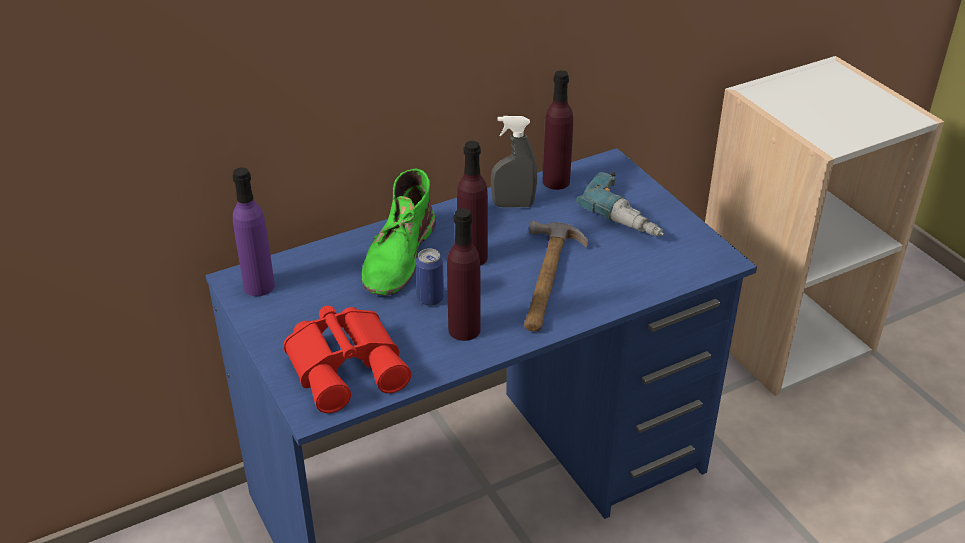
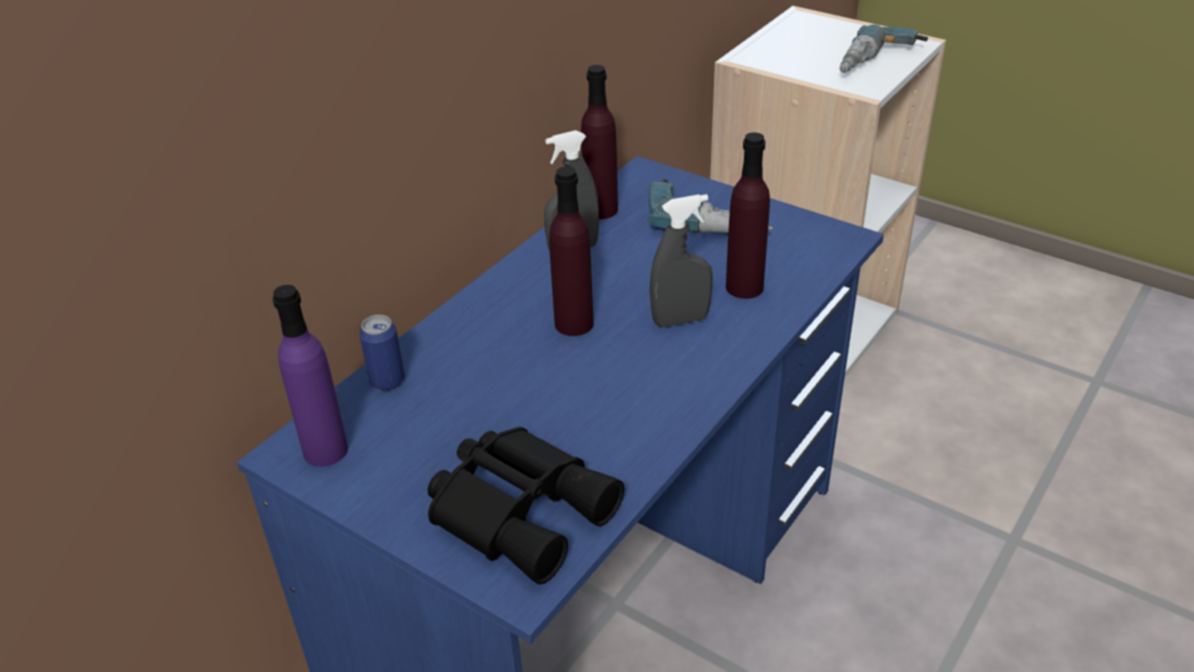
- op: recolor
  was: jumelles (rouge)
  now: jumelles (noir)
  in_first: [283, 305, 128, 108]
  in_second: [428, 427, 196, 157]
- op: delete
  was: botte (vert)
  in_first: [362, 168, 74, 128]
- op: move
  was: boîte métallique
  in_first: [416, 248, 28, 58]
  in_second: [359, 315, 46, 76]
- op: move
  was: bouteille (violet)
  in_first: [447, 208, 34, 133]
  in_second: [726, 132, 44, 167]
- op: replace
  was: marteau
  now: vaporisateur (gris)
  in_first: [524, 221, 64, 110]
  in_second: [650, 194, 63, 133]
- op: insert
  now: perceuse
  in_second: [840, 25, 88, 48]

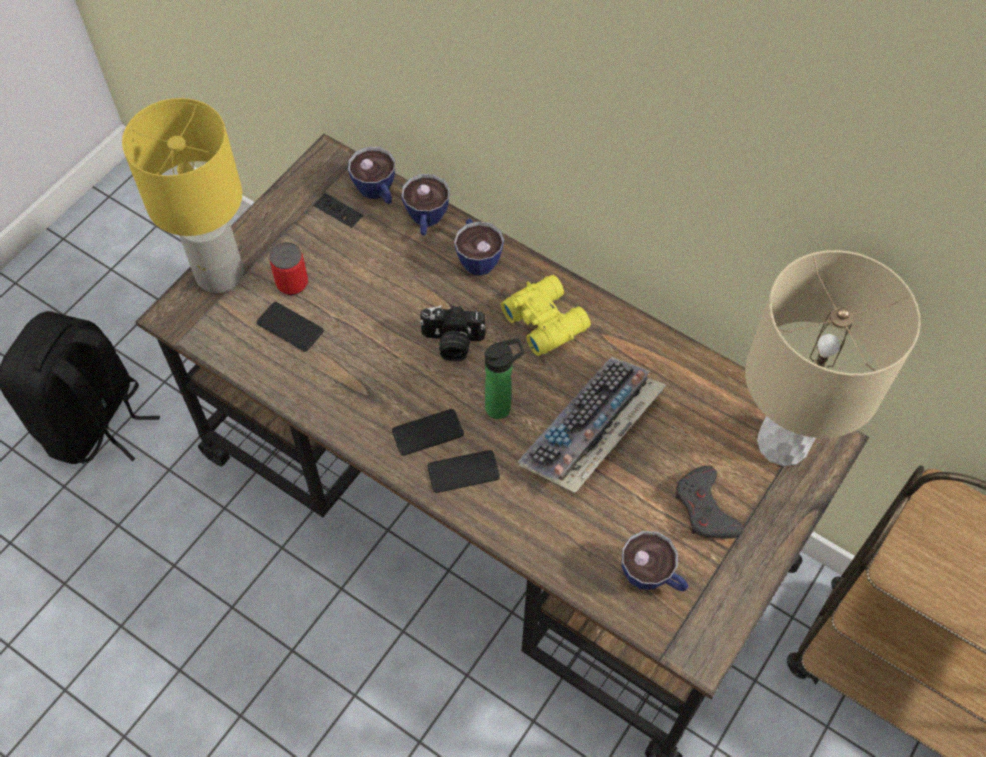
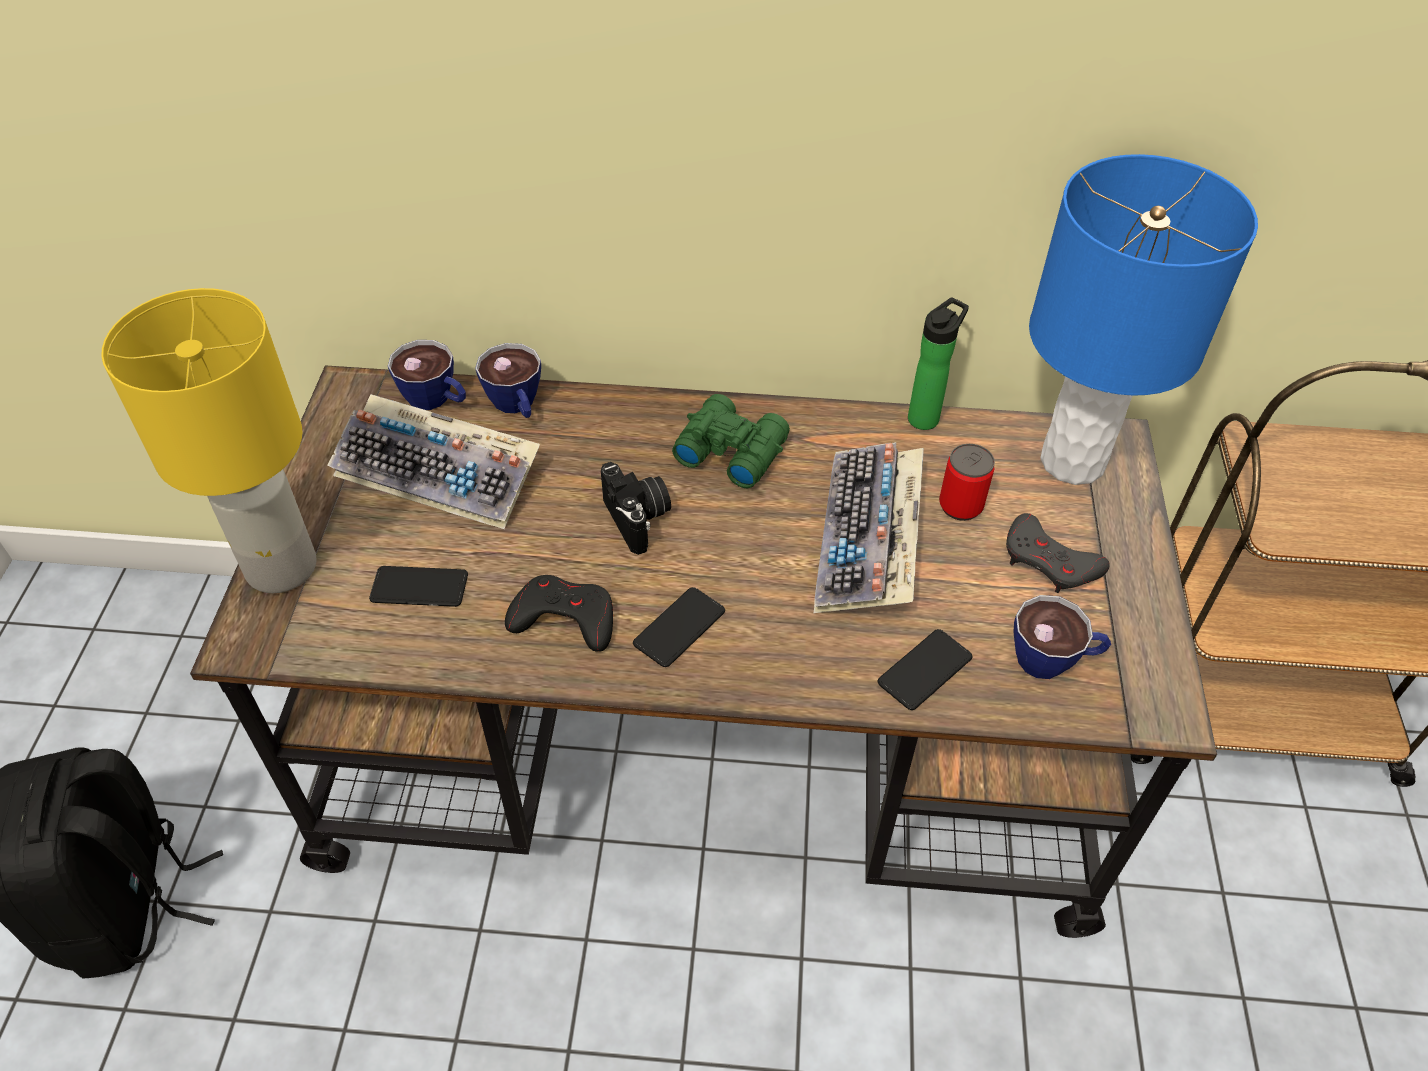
- op: move
  was: boîte métallique
  in_first: [270, 242, 38, 53]
  in_second: [939, 444, 56, 77]
- op: rotate
  was: appareil photo
  in_first: [419, 305, 67, 57]
  in_second: [601, 462, 70, 93]
  clockwise: -90
- op: move
  was: téléphone
  in_first: [427, 450, 73, 43]
  in_second: [878, 629, 95, 81]
- op: delete
  was: tasse
  in_first: [454, 218, 50, 58]
- op: move
  was: bouteille
  in_first: [485, 338, 39, 81]
  in_second: [908, 297, 61, 133]
- op: recolor
  was: jumelles (jaune)
  now: jumelles (vert)
  in_first: [501, 275, 90, 81]
  in_second: [672, 394, 118, 94]
- op: recolor
  was: lampe de table (beige)
  now: lampe de table (bleu)
  in_first: [745, 250, 176, 216]
  in_second: [1029, 154, 229, 331]
- op: insert
  now: clavier
  in_second: [327, 394, 213, 135]
- op: insert
  now: manette (noir)
  in_second: [505, 575, 108, 77]

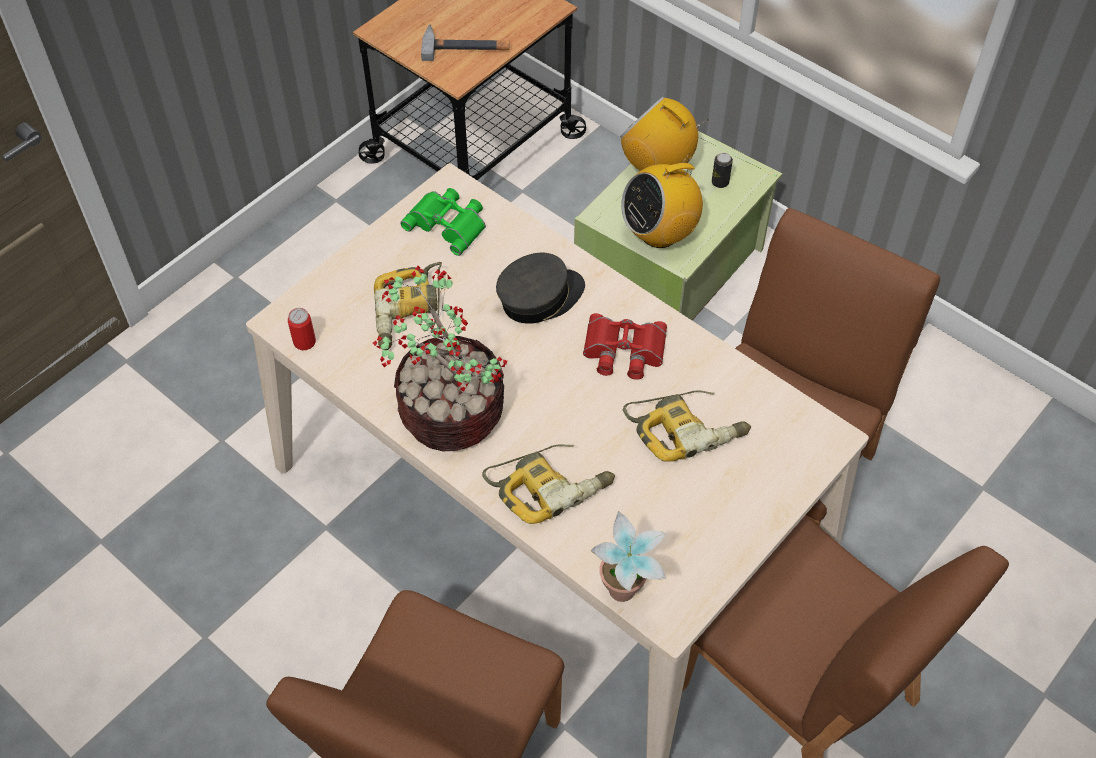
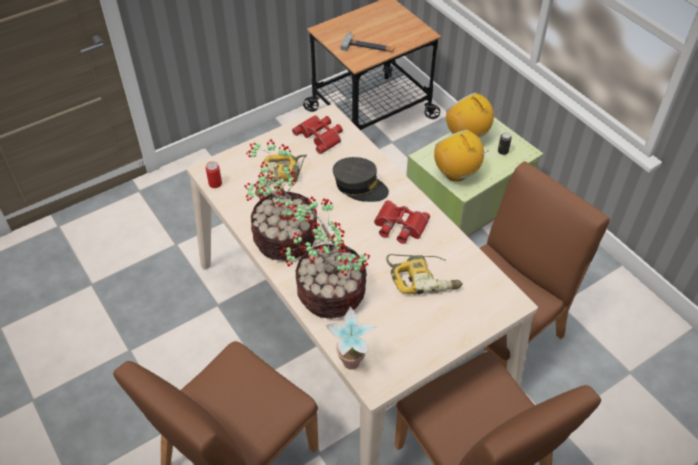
- op: recolor
  was: jumelles (vert)
  now: jumelles (rouge)
  in_first: [400, 188, 86, 68]
  in_second: [292, 115, 51, 39]
- op: replace
  was: perceuse
  now: plante en pot
  in_first: [482, 444, 133, 80]
  in_second: [280, 197, 90, 122]
- op: rotate
  was: casquette (gris)
  in_first: [496, 253, 89, 71]
  in_second: [333, 157, 56, 45]
  clockwise: 45
- op: rotate
  was: radio
  in_first: [621, 153, 82, 95]
  in_second: [434, 130, 54, 51]
  clockwise: 75

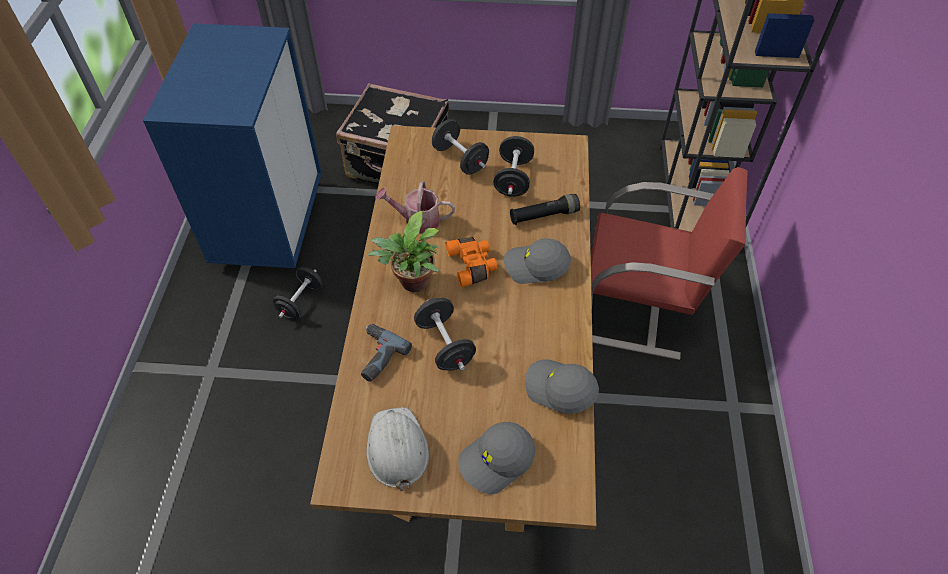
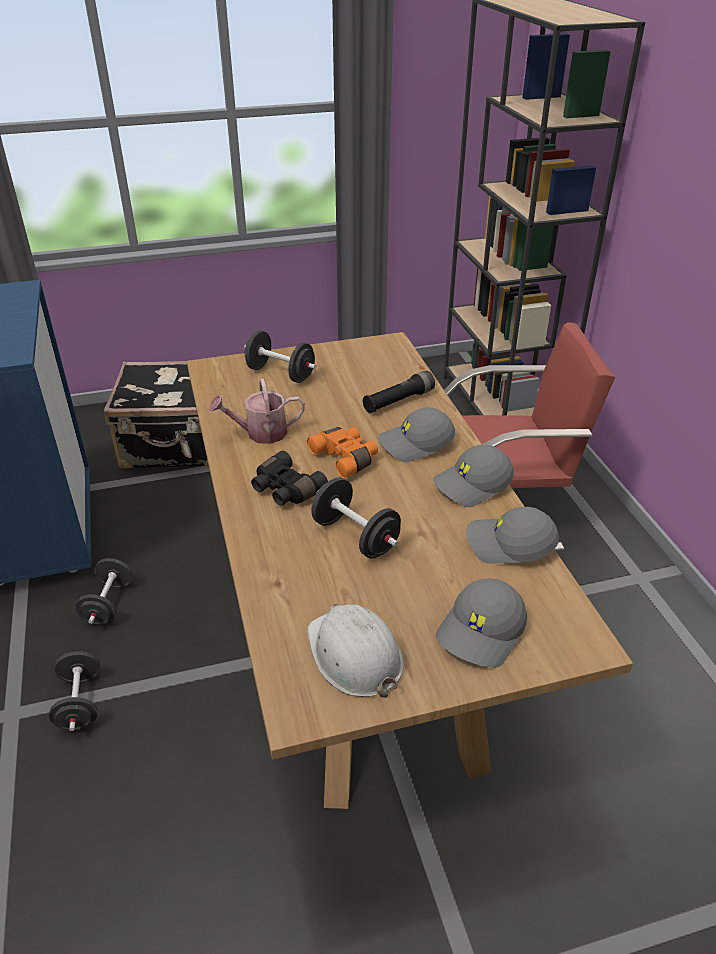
- op: delete
  was: perceuse
  in_first: [361, 324, 51, 58]
- op: replace
  was: plante en pot
  now: jumelles (noir)
  in_first: [367, 211, 72, 81]
  in_second: [251, 451, 77, 55]
- op: move
  was: haltère (noir)
  in_first: [494, 136, 40, 61]
  in_second: [49, 651, 51, 80]
- op: insert
  now: casquette (gris)
  in_second: [433, 445, 81, 62]

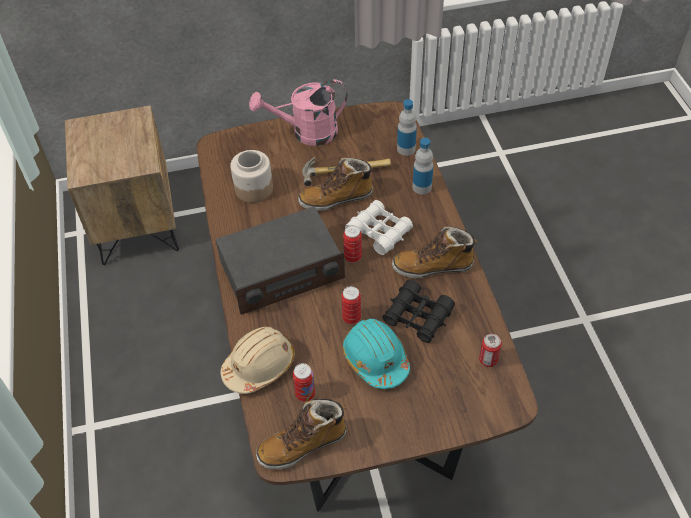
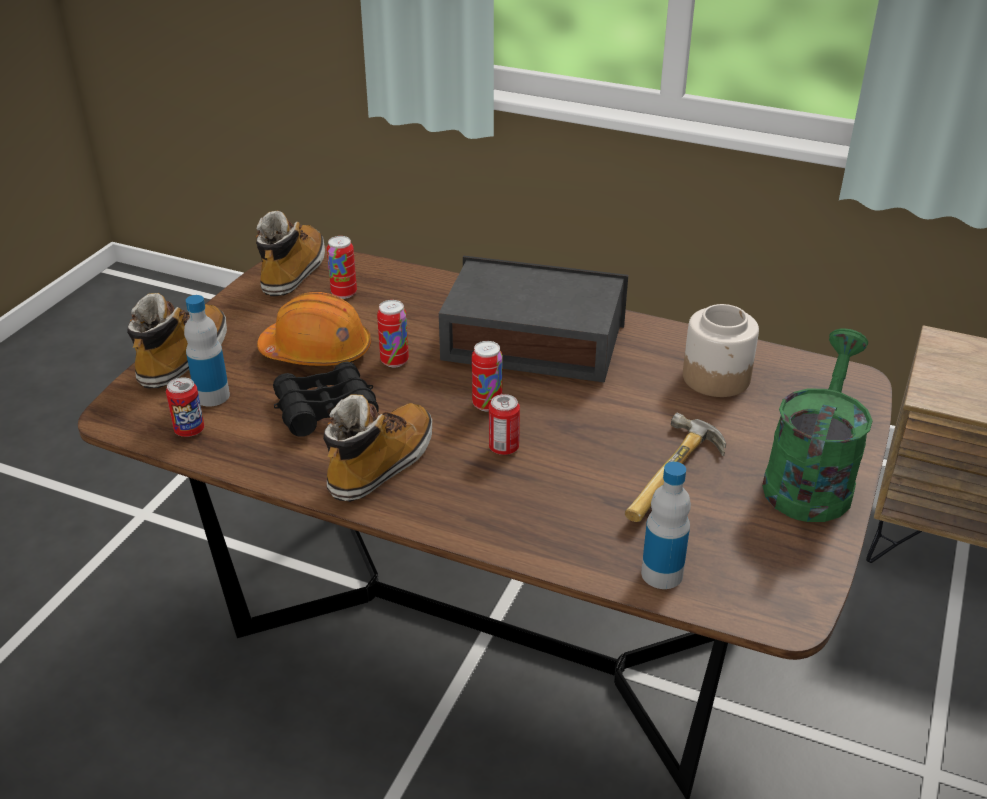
- op: rotate
  was: radio
  in_first: [216, 206, 129, 109]
  in_second: [439, 256, 189, 127]
  clockwise: 90
- op: delete
  was: casque de chantier (beige)
  in_first: [221, 327, 74, 67]
- op: recolor
  was: arrosoir (rose)
  now: arrosoir (vert)
  in_first: [249, 79, 99, 67]
  in_second: [762, 329, 111, 193]
- op: move
  was: botte
  in_first: [298, 158, 76, 53]
  in_second: [127, 293, 100, 95]
- op: recolor
  was: casque de chantier (turquoise)
  now: casque de chantier (orange)
  in_first: [342, 319, 68, 70]
  in_second: [257, 292, 114, 74]
- op: replace
  was: jumelles (blanc)
  now: boîte métallique
  in_first: [345, 200, 68, 55]
  in_second: [489, 394, 31, 61]
- op: move
  was: bouteille
  in_first: [413, 138, 20, 56]
  in_second: [184, 295, 46, 112]

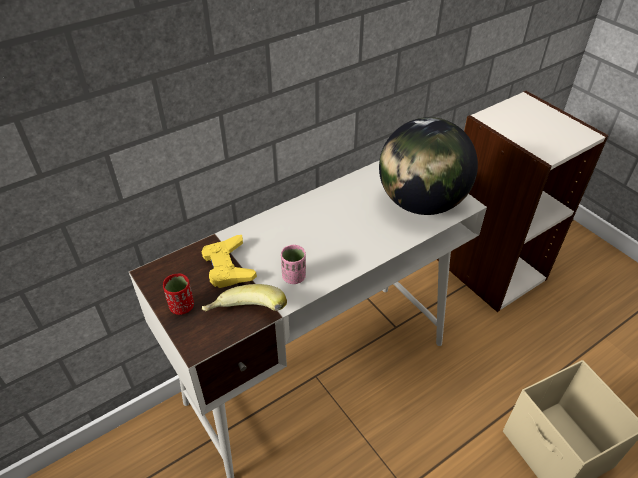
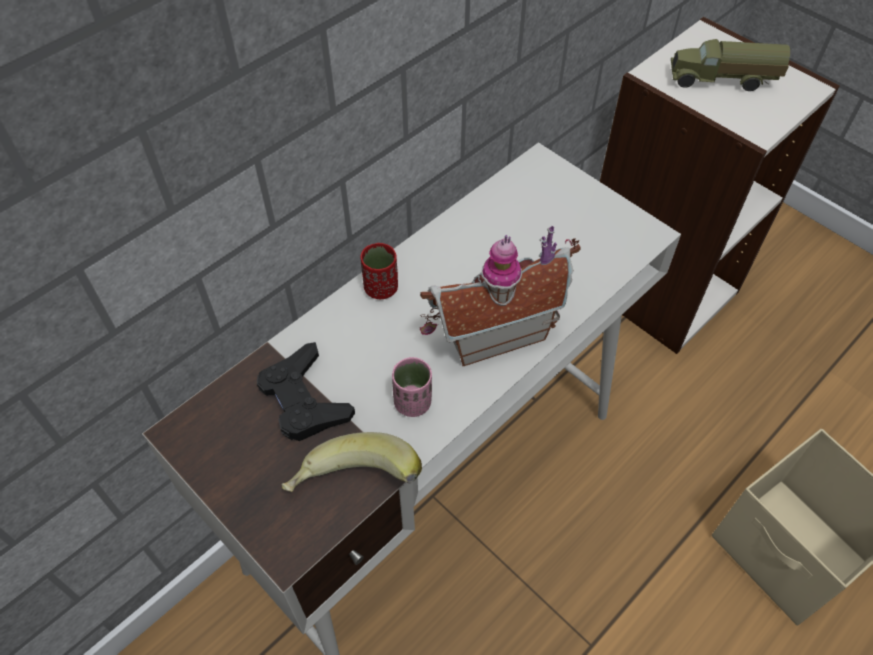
- op: move
  was: tasse (rouge)
  in_first: [163, 273, 31, 42]
  in_second: [360, 243, 38, 56]
- op: recolor
  was: manette (jaune)
  now: manette (noir)
  in_first: [202, 235, 55, 53]
  in_second: [257, 342, 98, 99]
- op: delete
  was: globe
  in_first: [379, 117, 99, 98]
- op: insert
  now: maison miniature
  in_second: [419, 226, 162, 140]
- op: insert
  now: camion jouet
  in_second: [671, 39, 119, 52]

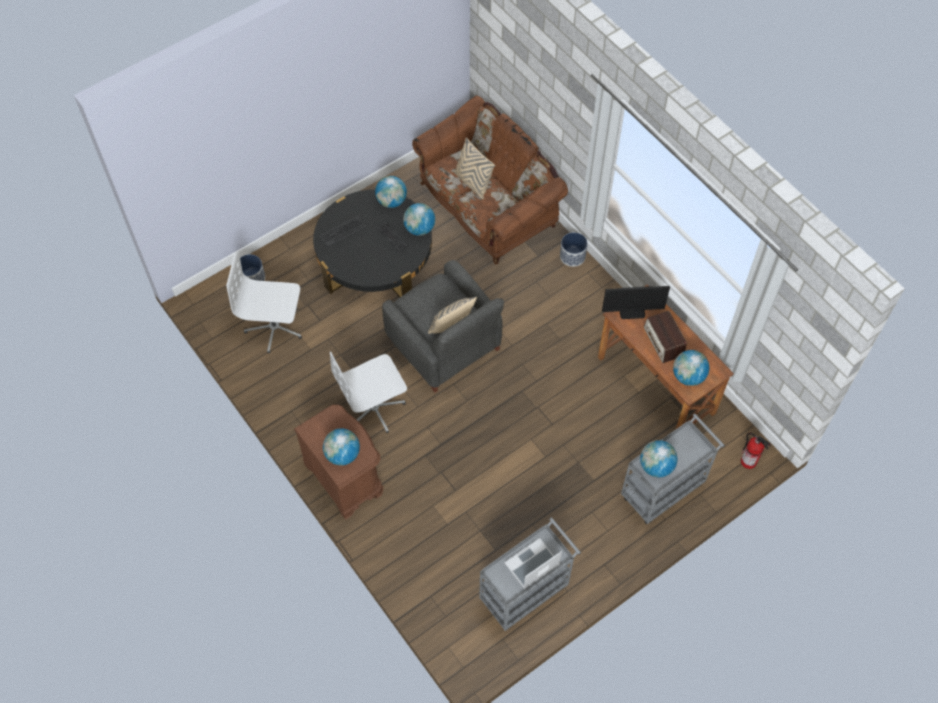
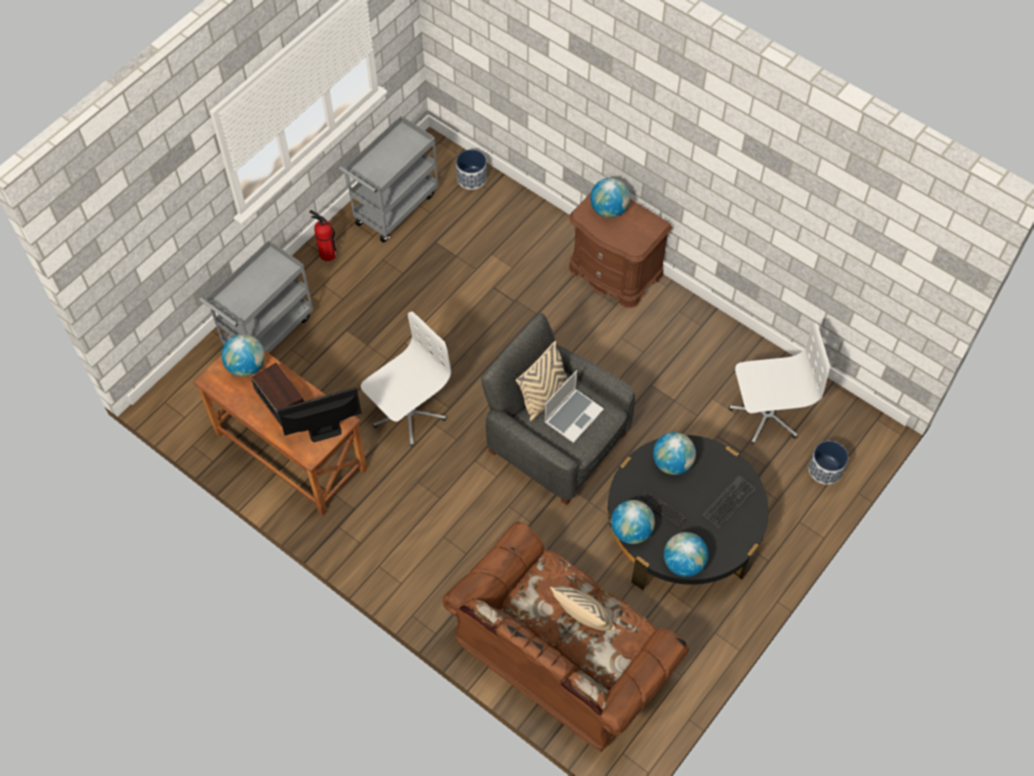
- op: move
  was: chaise de bureau (blanc)
  in_first: [330, 351, 77, 82]
  in_second: [361, 312, 90, 134]
- op: move
  was: ordinateur portable
  in_first: [504, 538, 58, 51]
  in_second: [545, 370, 59, 73]
- op: move
  was: cache-pot
  in_first: [560, 232, 27, 35]
  in_second: [456, 149, 31, 41]
- op: move
  was: globe
  in_first: [640, 440, 37, 37]
  in_second: [653, 432, 43, 43]
- op: move
  was: extincteur
  in_first: [741, 433, 29, 36]
  in_second: [309, 210, 28, 51]

